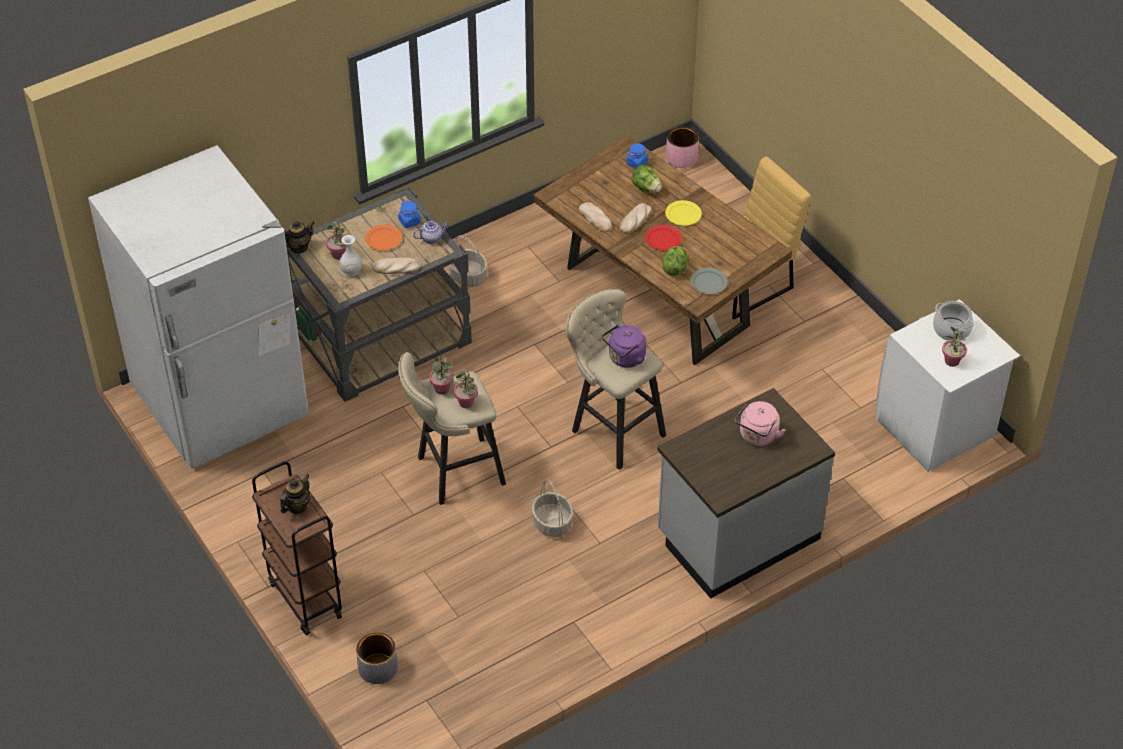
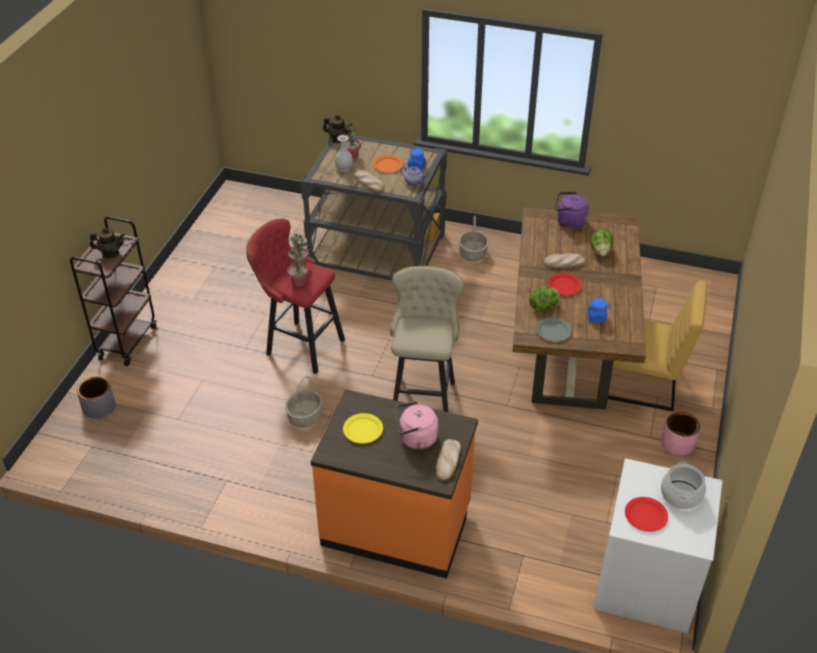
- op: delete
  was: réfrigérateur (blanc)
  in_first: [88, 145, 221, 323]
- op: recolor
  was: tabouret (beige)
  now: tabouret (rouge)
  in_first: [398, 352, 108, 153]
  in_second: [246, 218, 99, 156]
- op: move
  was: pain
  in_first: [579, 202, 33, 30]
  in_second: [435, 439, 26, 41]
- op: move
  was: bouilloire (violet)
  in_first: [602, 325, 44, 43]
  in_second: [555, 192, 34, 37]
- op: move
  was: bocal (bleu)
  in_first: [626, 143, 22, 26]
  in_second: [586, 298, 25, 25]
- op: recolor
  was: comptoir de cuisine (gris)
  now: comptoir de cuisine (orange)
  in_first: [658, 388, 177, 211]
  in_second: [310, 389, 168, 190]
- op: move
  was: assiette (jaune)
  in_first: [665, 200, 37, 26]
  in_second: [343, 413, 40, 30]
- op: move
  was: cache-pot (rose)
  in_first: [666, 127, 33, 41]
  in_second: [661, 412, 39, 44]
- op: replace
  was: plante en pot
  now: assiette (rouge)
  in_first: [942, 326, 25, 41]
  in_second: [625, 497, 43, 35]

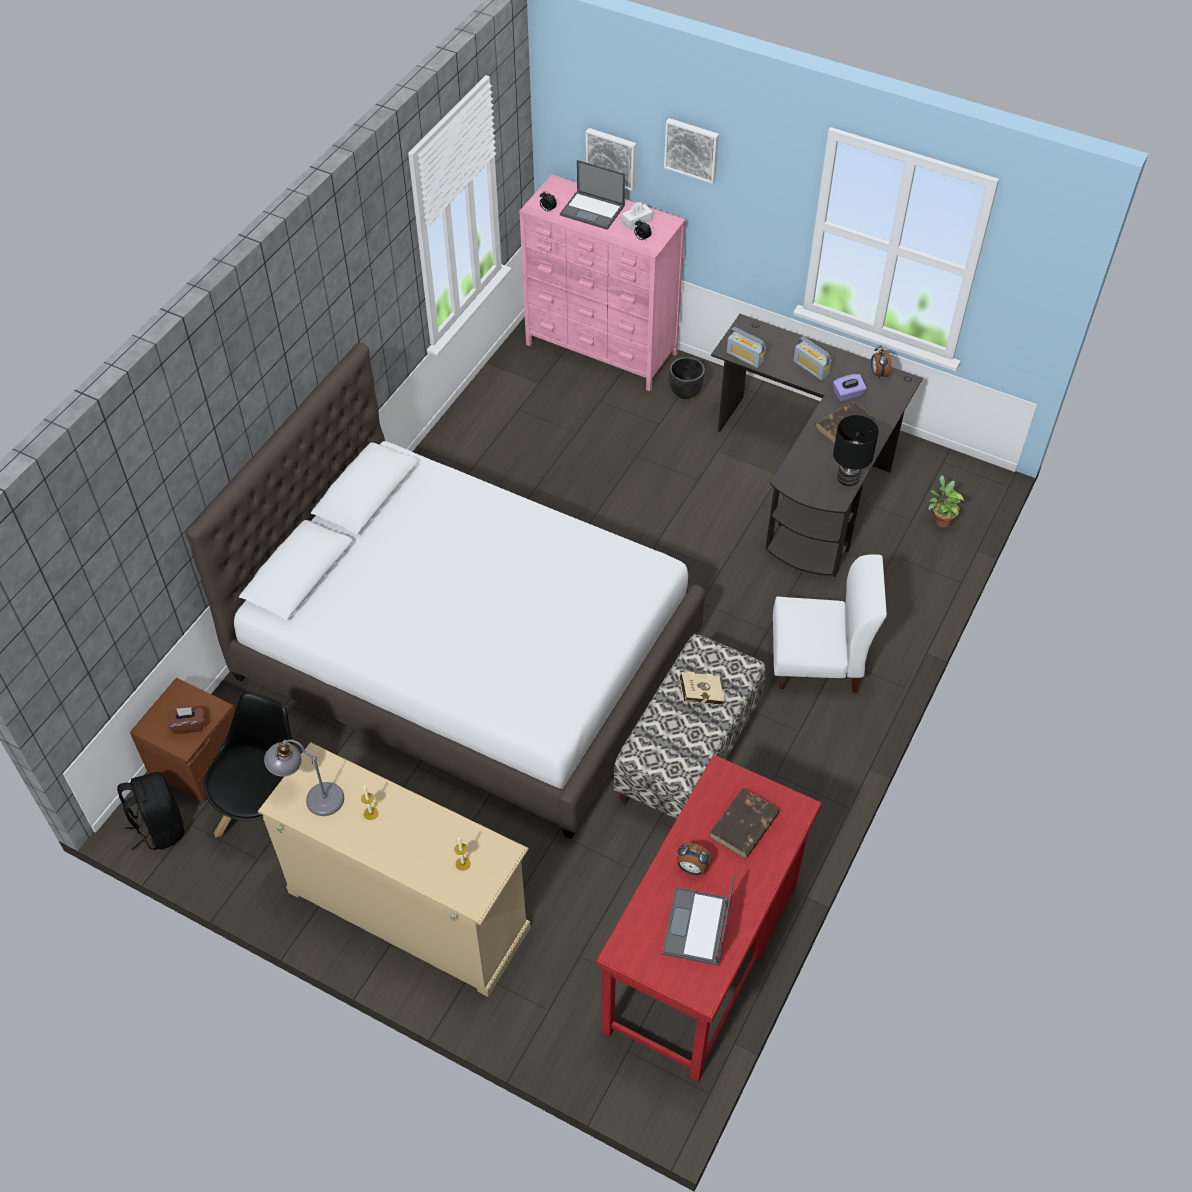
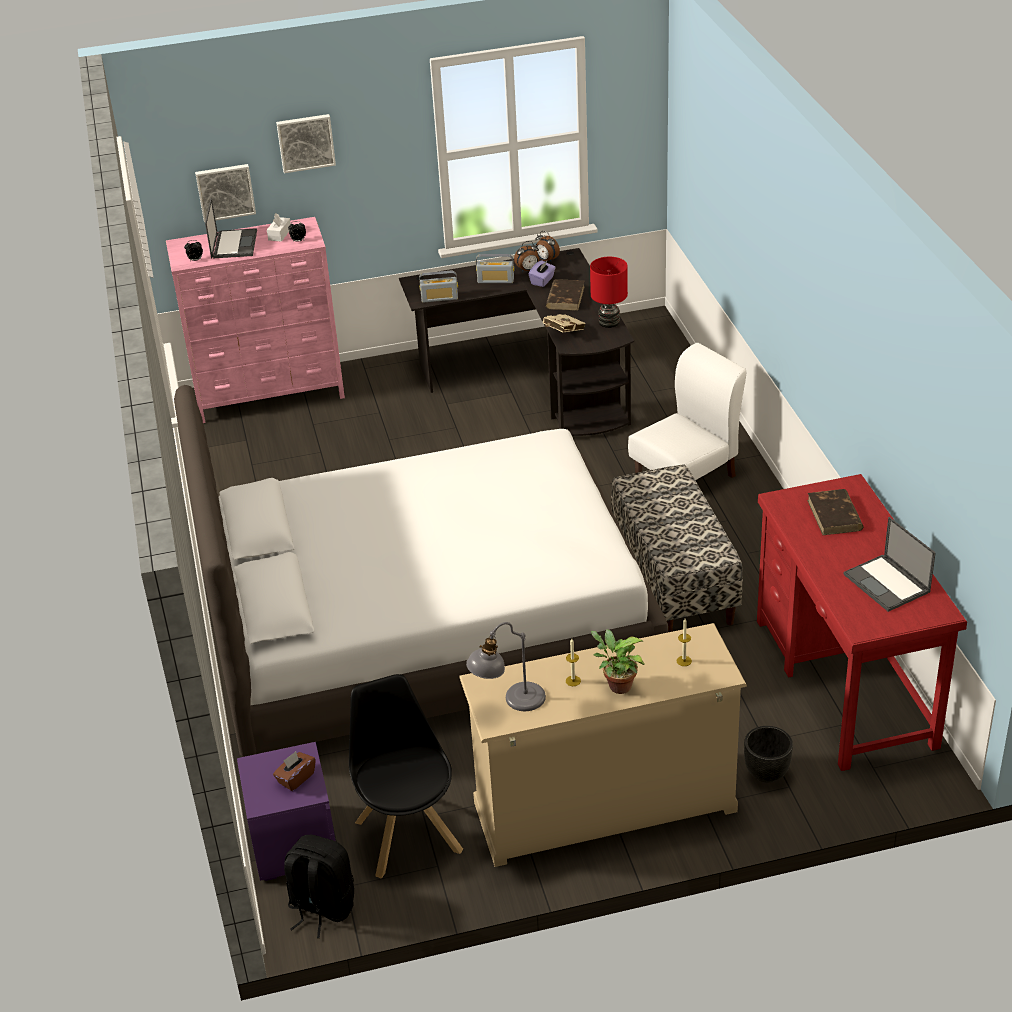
- op: recolor
  was: table de chevet (marron)
  now: table de chevet (violet)
  in_first: [130, 678, 105, 124]
  in_second: [237, 742, 98, 139]
- op: rotate
  was: ordinateur portable
  in_first: [560, 160, 65, 70]
  in_second: [205, 198, 52, 61]
  clockwise: -75
- op: move
  was: cache-pot (noir)
  in_first: [669, 357, 36, 42]
  in_second: [744, 726, 49, 57]
- op: move
  was: livre (beige)
  in_first: [674, 672, 51, 33]
  in_second: [543, 314, 42, 18]
- op: move
  was: réveil
  in_first: [677, 843, 36, 32]
  in_second: [514, 241, 25, 31]
- op: recolor
  was: lampe de table (noir)
  now: lampe de table (rouge)
  in_first: [833, 415, 46, 71]
  in_second: [590, 257, 38, 71]
- op: move
  was: plante en pot
  in_first: [928, 475, 37, 52]
  in_second: [591, 629, 54, 65]

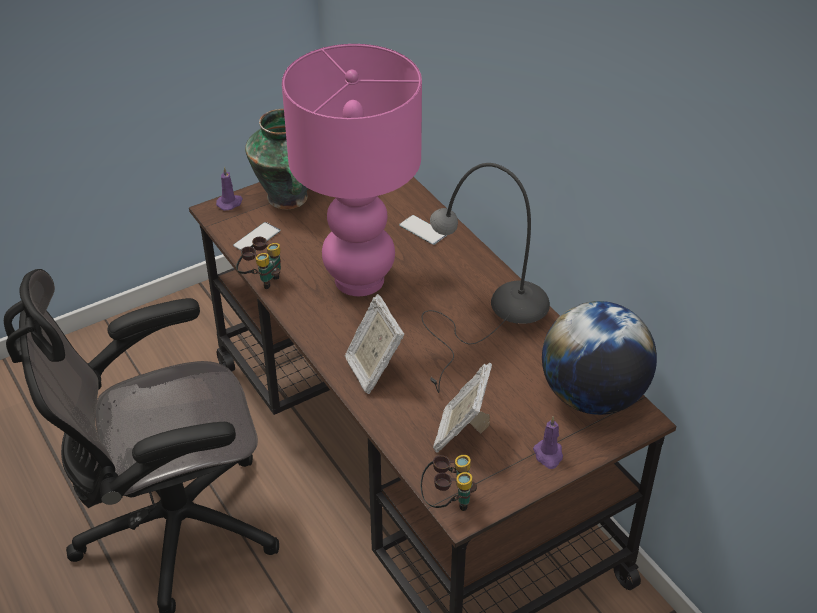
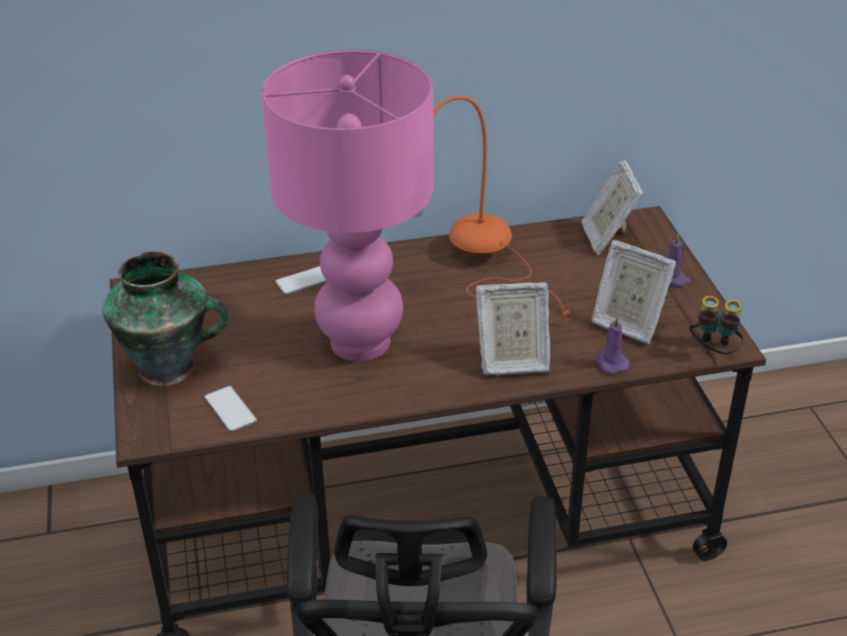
- op: move
  was: bougie (violet)
  in_first: [216, 167, 27, 44]
  in_second: [596, 316, 34, 58]
- op: delete
  was: jumelles
  in_first: [236, 237, 45, 52]
- op: recolor
  was: lampe de table (gris)
  now: lampe de table (orange)
  in_first: [422, 163, 128, 230]
  in_second: [413, 96, 157, 230]
- op: replace
  was: globe
  now: cadre photo
  in_first: [542, 301, 115, 114]
  in_second: [581, 160, 63, 95]

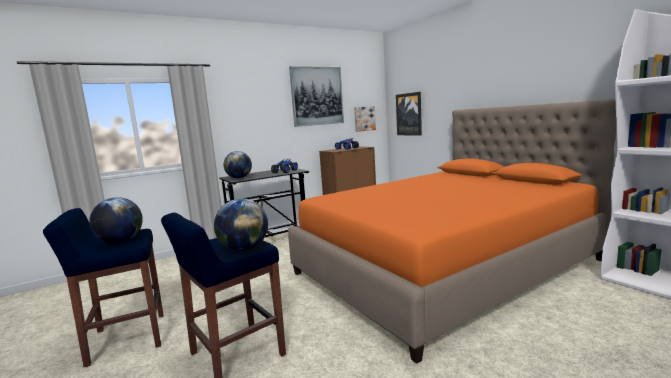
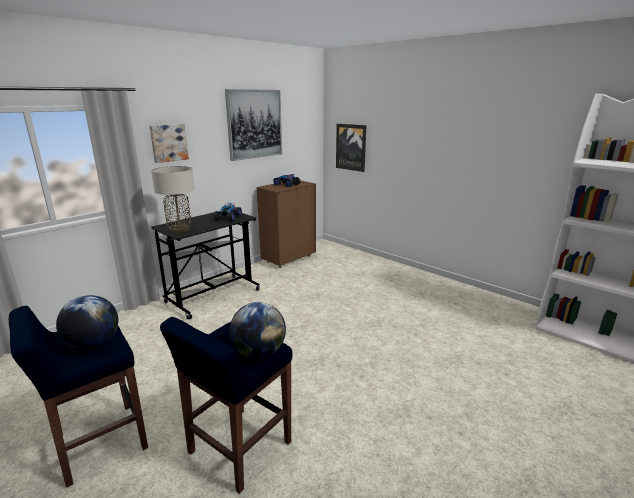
- op: replace
  was: globe
  now: lampe de table
  in_first: [224, 151, 28, 28]
  in_second: [151, 166, 44, 67]
- op: delete
  was: lit (orange)
  in_first: [288, 99, 328, 265]
- op: move
  was: tableau
  in_first: [354, 106, 22, 26]
  in_second: [150, 124, 39, 39]

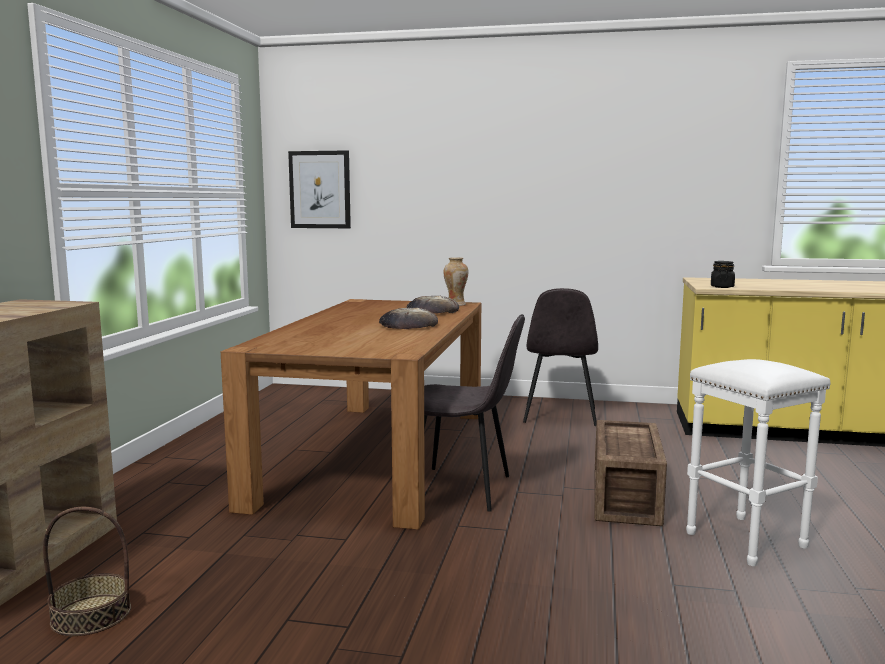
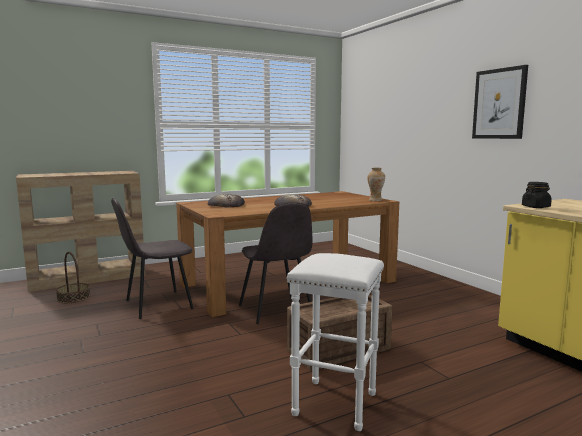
- op: move
  was: tableau
  in_first: [288, 150, 63, 78]
  in_second: [472, 65, 56, 74]
- op: move
  was: pain
  in_first: [406, 296, 53, 17]
  in_second: [208, 194, 37, 14]
- op: move
  was: chaise (gris)
  in_first: [523, 288, 75, 138]
  in_second: [111, 198, 83, 121]

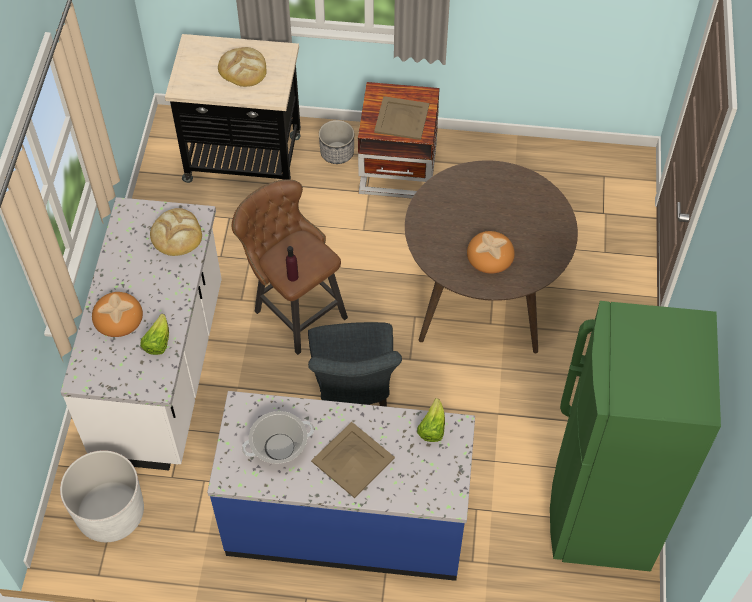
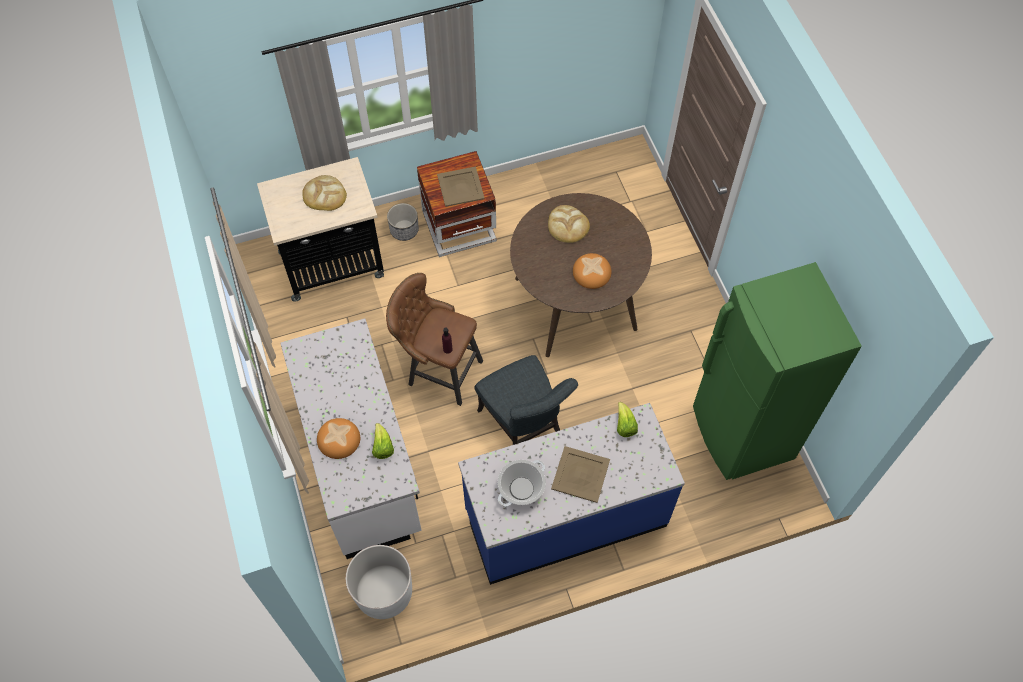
- op: move
  was: pain
  in_first: [150, 208, 52, 48]
  in_second: [548, 205, 42, 38]

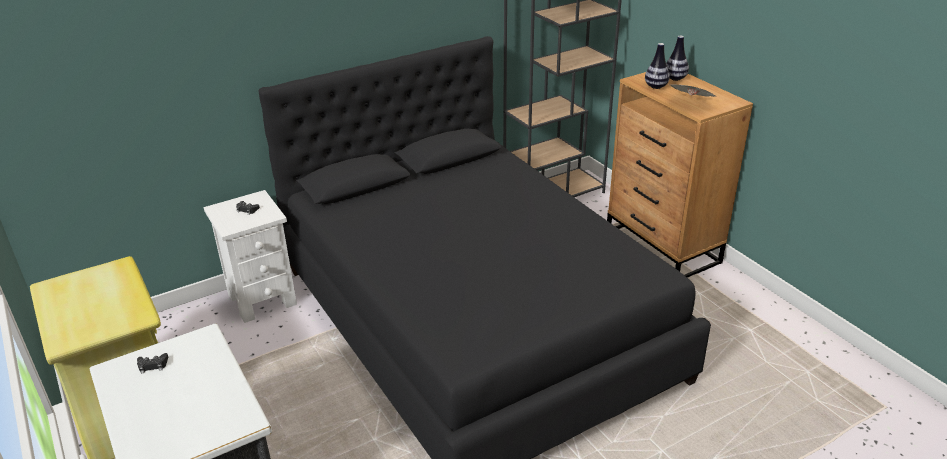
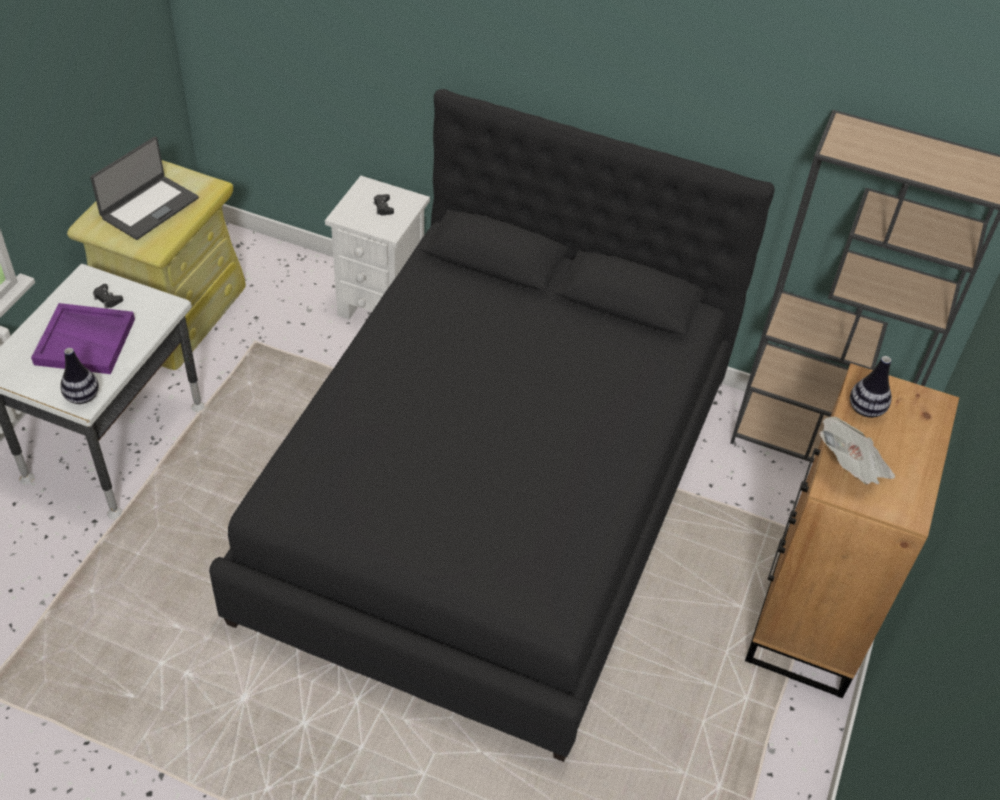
- op: move
  was: vase
  in_first: [666, 35, 23, 46]
  in_second: [60, 348, 39, 56]
- op: insert
  now: plateau (violet)
  in_second: [31, 303, 104, 71]
- op: insert
  now: ordinateur portable
  in_second: [90, 137, 109, 103]

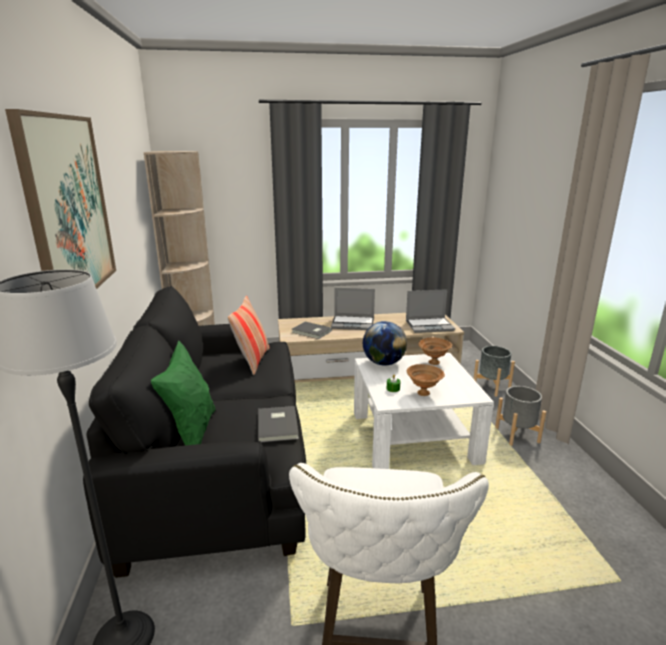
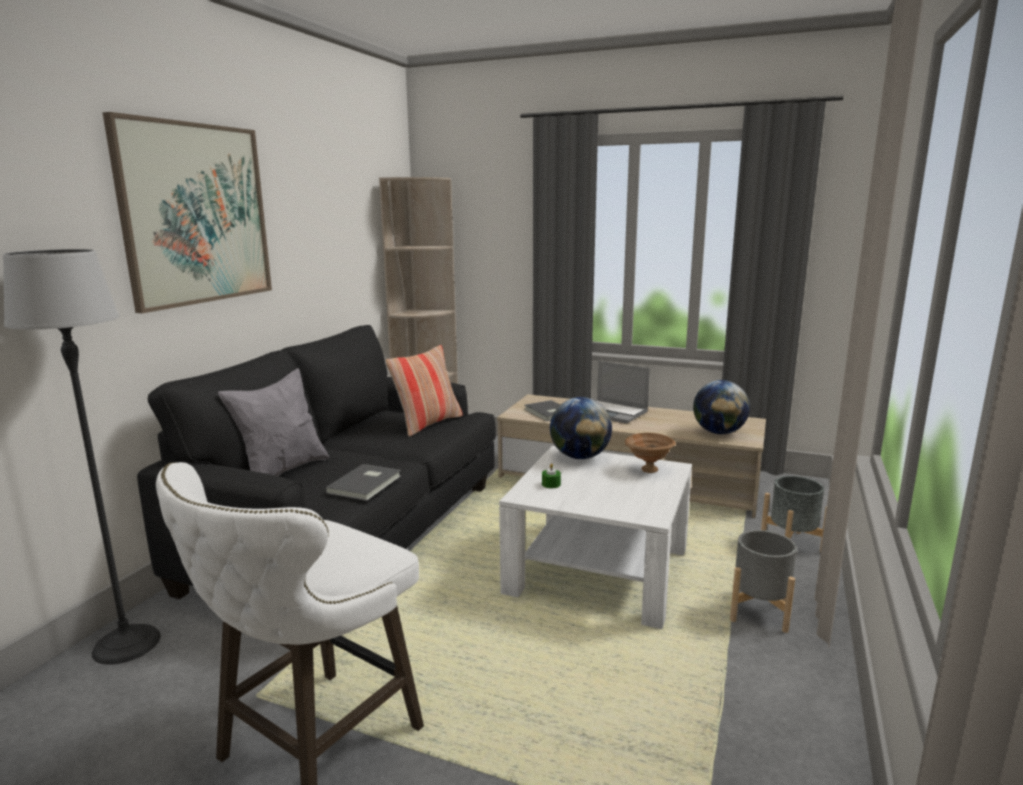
- op: recolor
  was: coussin (vert)
  now: coussin (gris)
  in_first: [151, 340, 65, 105]
  in_second: [218, 368, 112, 108]
- op: replace
  was: ordinateur portable
  now: globe
  in_first: [406, 289, 49, 44]
  in_second: [693, 380, 57, 54]
- op: delete
  was: bol (marron)
  in_first: [407, 364, 38, 32]

